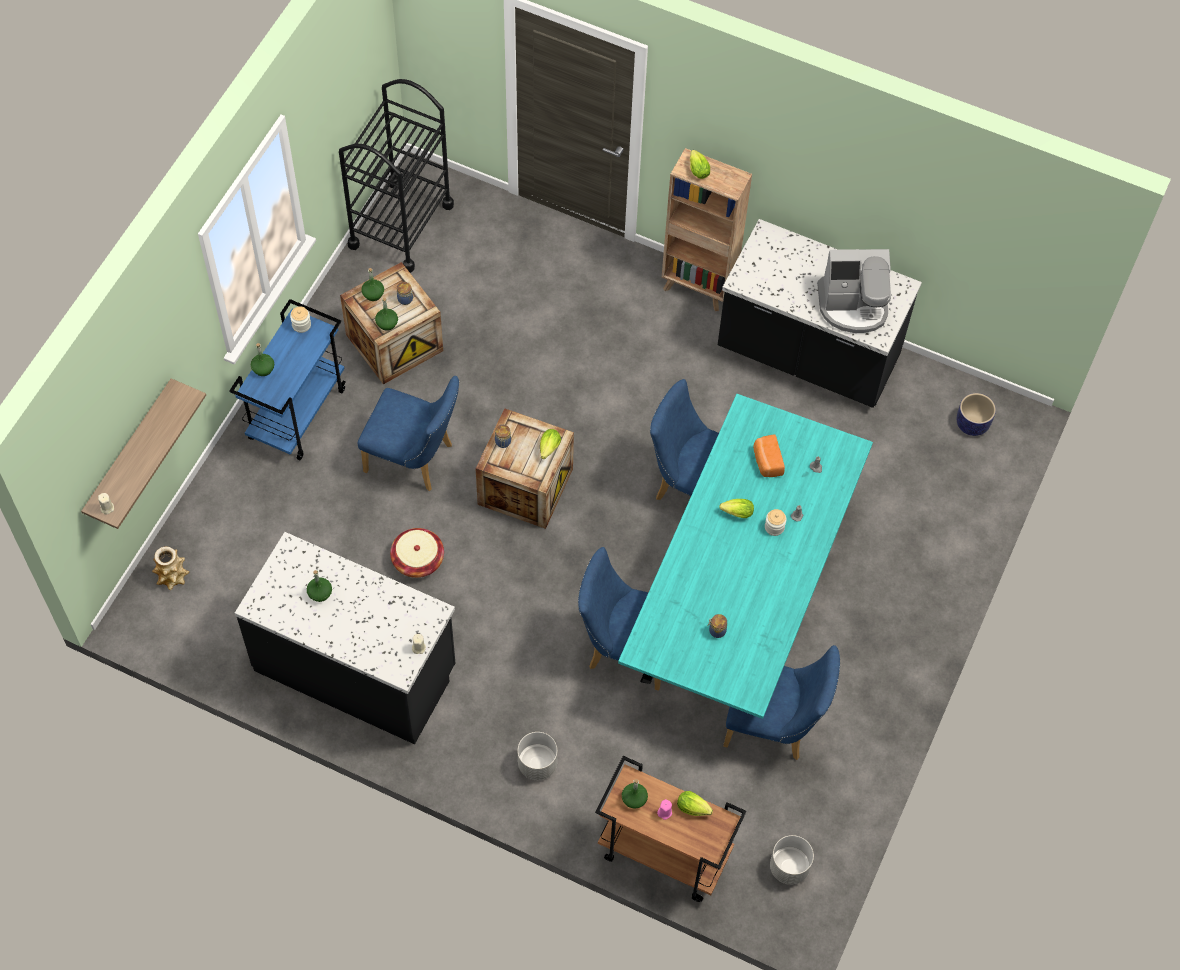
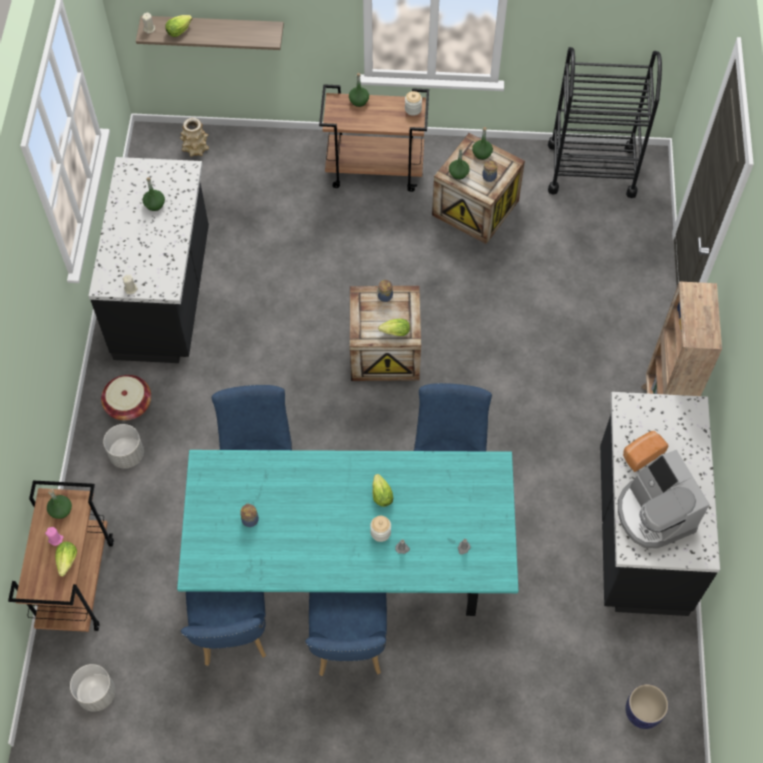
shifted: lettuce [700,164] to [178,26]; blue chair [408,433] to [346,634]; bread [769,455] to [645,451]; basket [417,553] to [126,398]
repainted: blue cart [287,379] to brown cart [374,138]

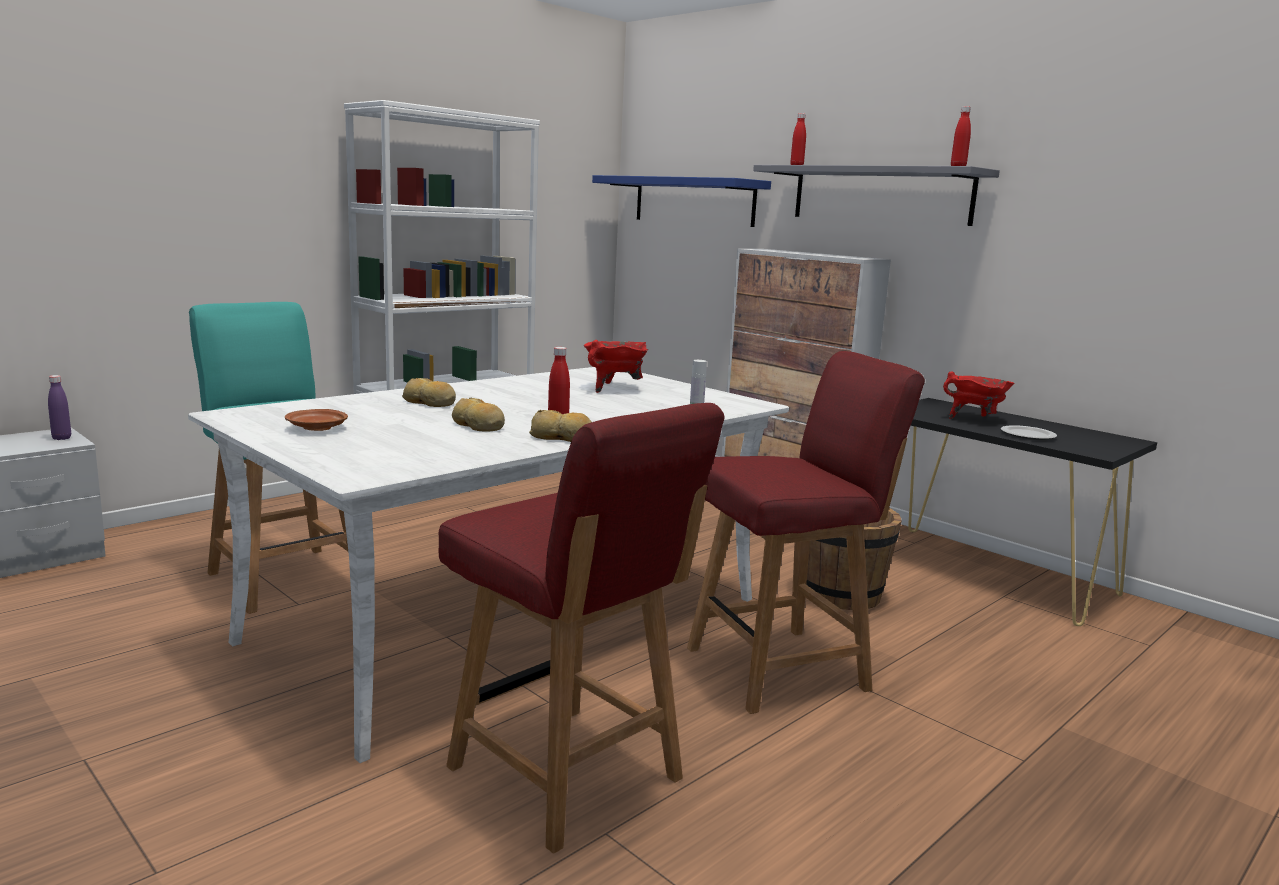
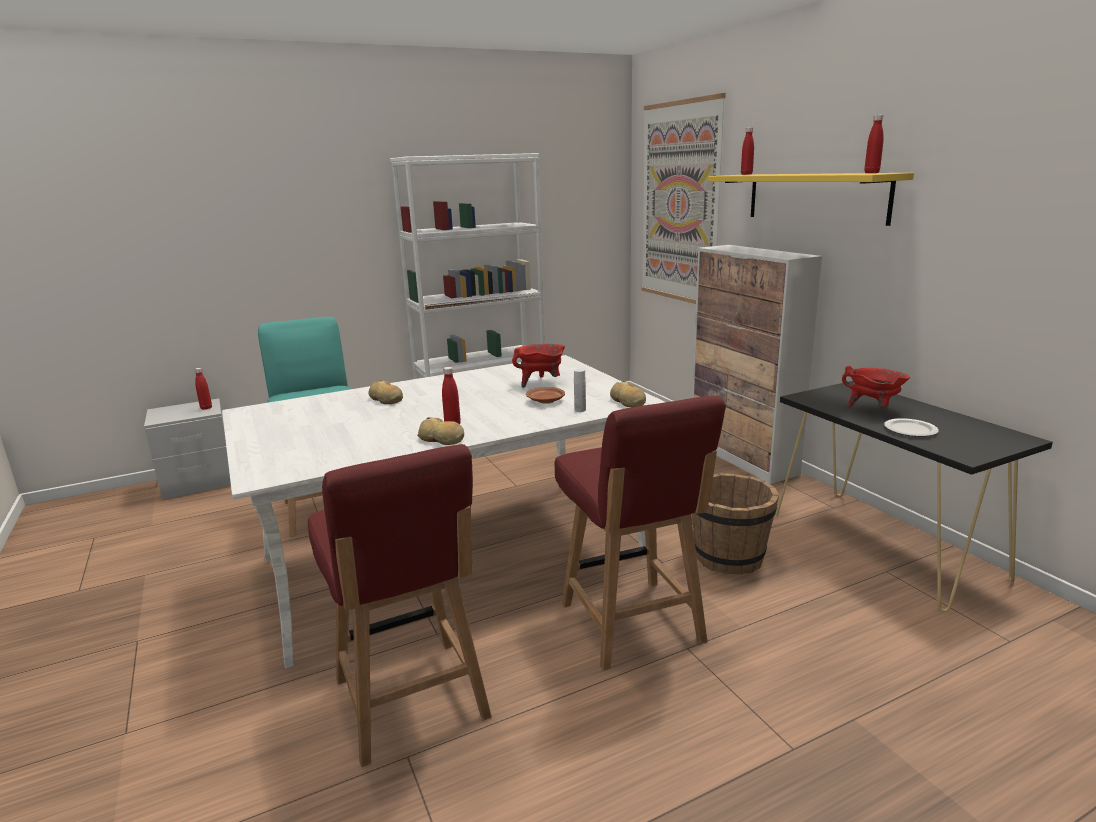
shifted: bread [478,414] to [628,394]; brown plate [316,420] to [545,395]
swapped: blue shelf [681,201] to picture [683,198]
repainted: grey shelf [876,195] to yellow shelf [811,199]; purple bottle [59,407] to red bottle [203,389]
rotated: red chair [806,532] = [640,533] 75 degrees clockwise

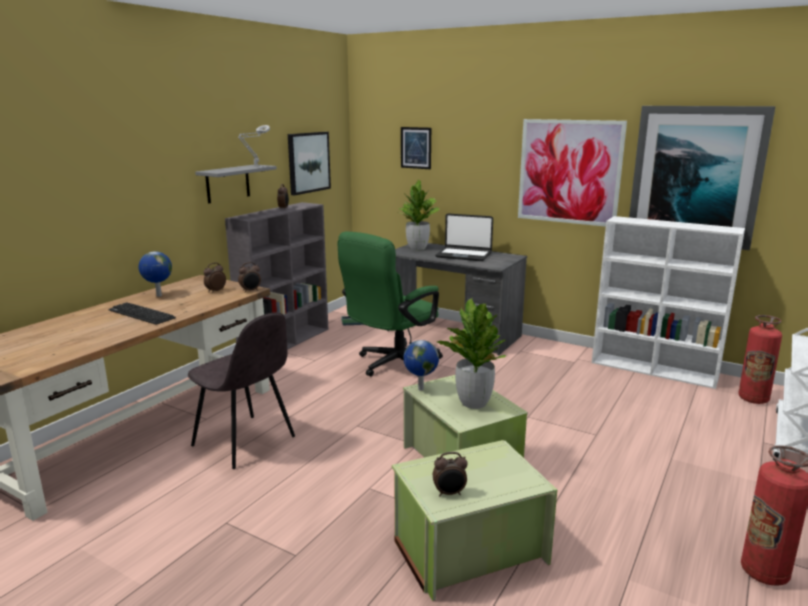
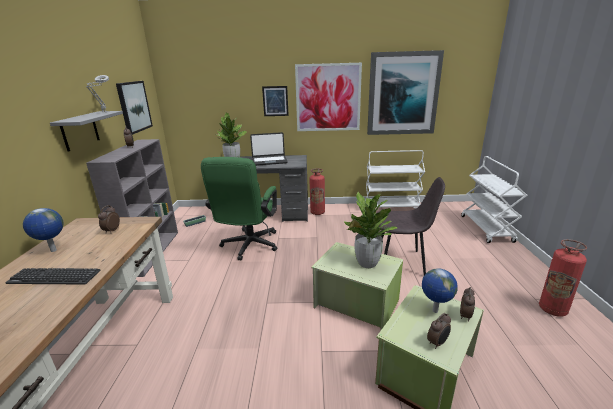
shifted: picture [416,148] to [275,101]; alarm clock [249,277] to [467,304]; grey chair [241,390] to [411,226]; fire extinguisher [760,359] to [317,191]; globe [421,365] to [440,290]
swapped: white bookcase [668,302] to white cart [395,179]

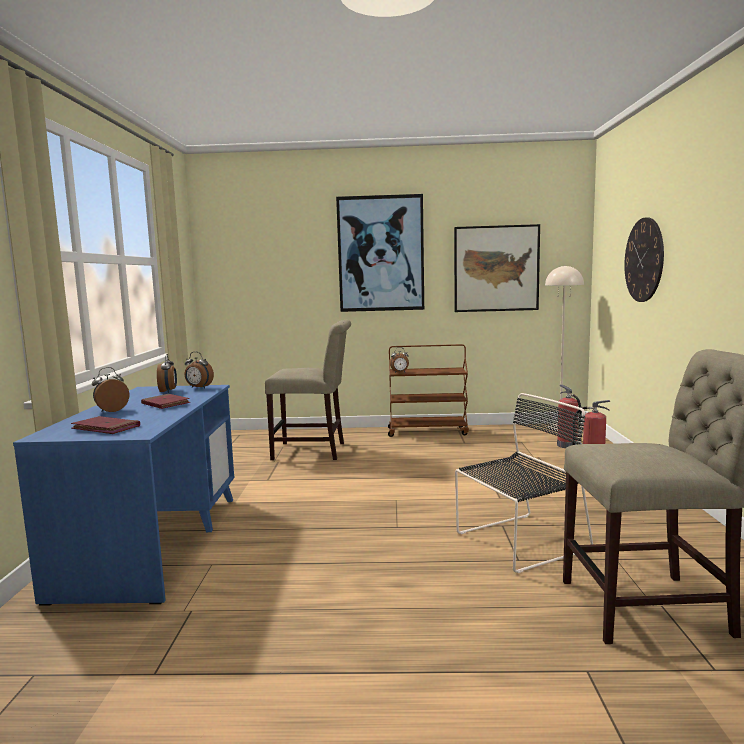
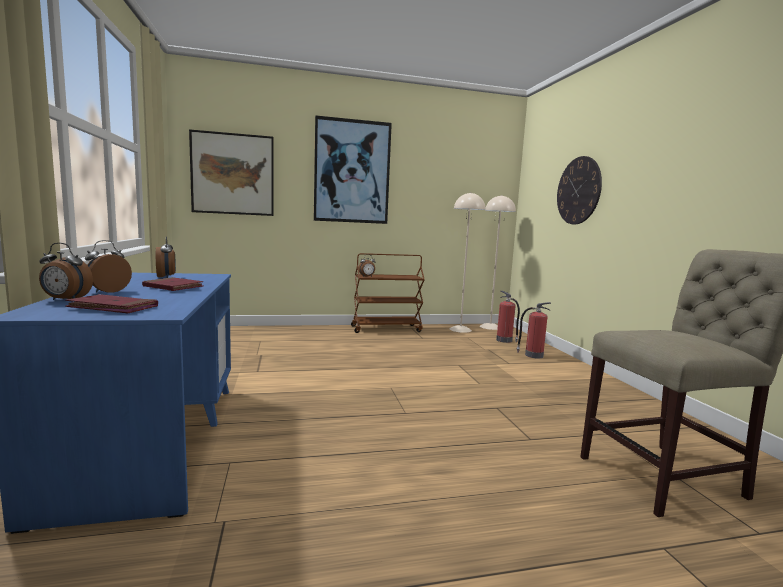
gone: beige chair [308,390]; black chair [524,483]
new: beige floor lamp [467,262]
shifted: picture [497,268] to [231,172]; alarm clock [199,370] to [66,271]

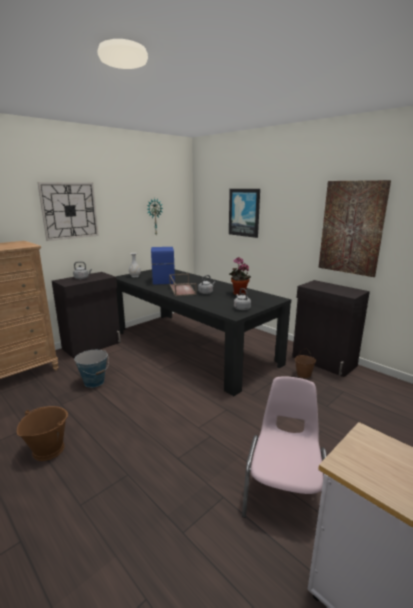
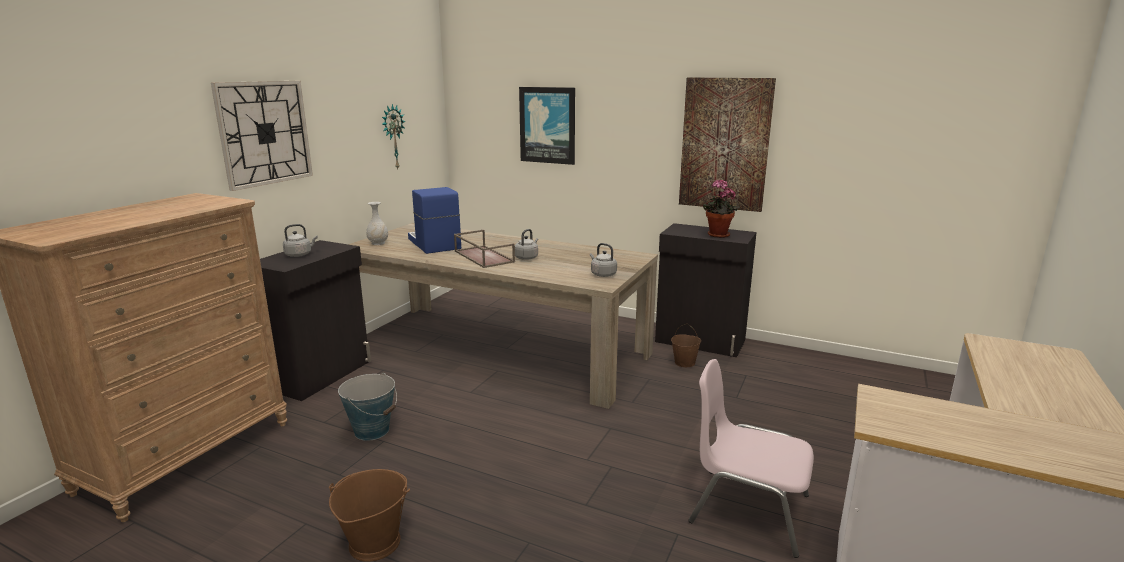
shifted: potted plant [240,276] to [721,208]
repainted: black dining table [203,332] to beige dining table [503,316]
rotated: pink chair [284,447] = [751,458] 60 degrees counterclockwise

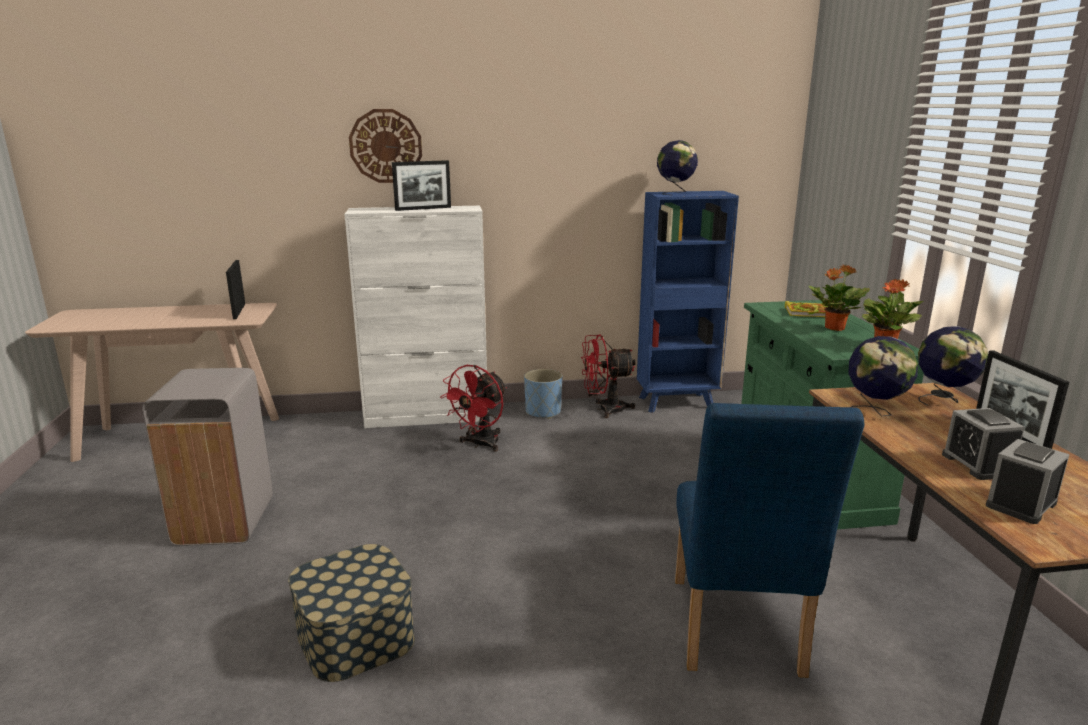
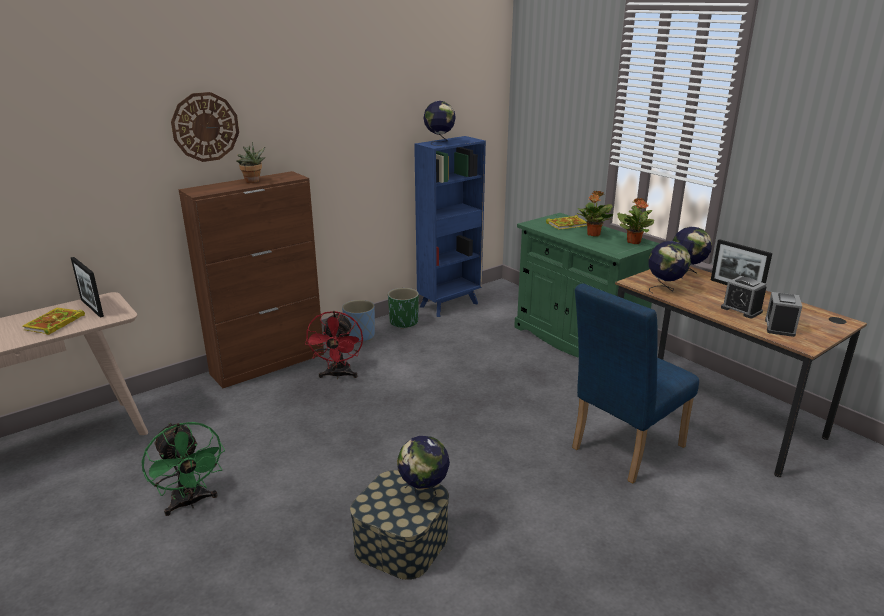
new: book [53,321]; globe [423,468]
swapped: picture frame [421,185] to potted plant [251,162]; red fan [608,376] to green planter [403,308]; grey trash can [207,457] to green fan [183,469]
repainted: white cabinet [415,317] to brown cabinet [251,279]
rotated: blue chair [770,540] = [635,383] 75 degrees clockwise

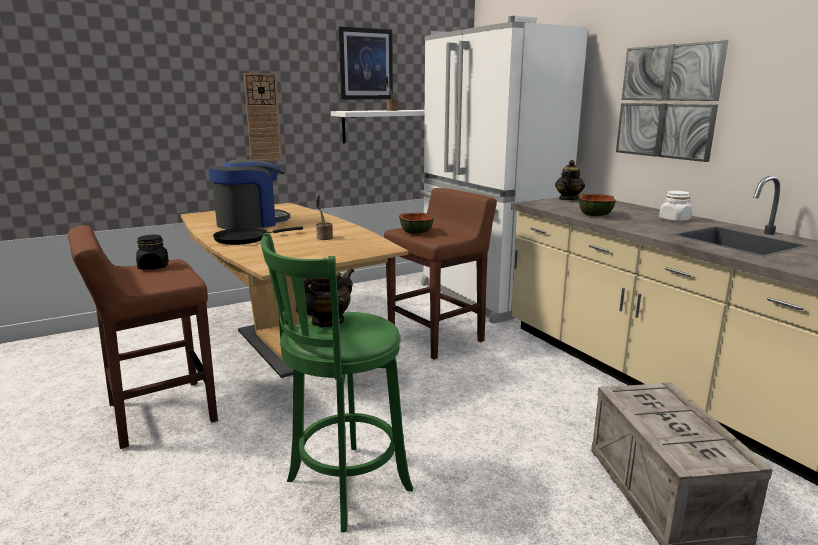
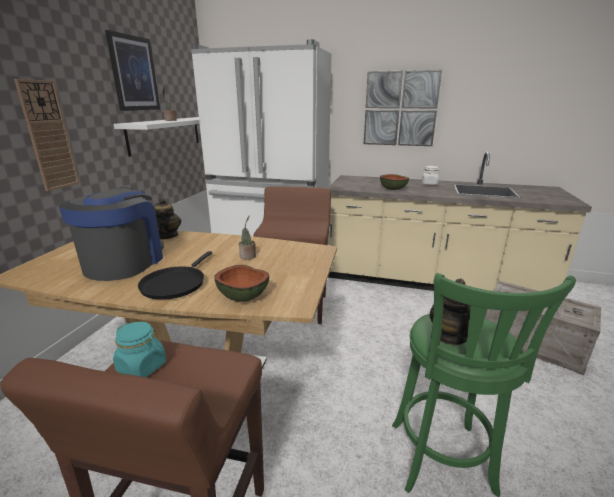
shifted: teapot [570,180] to [168,218]; bowl [416,223] to [241,283]
repainted: black jar [152,252] to turquoise jar [139,349]

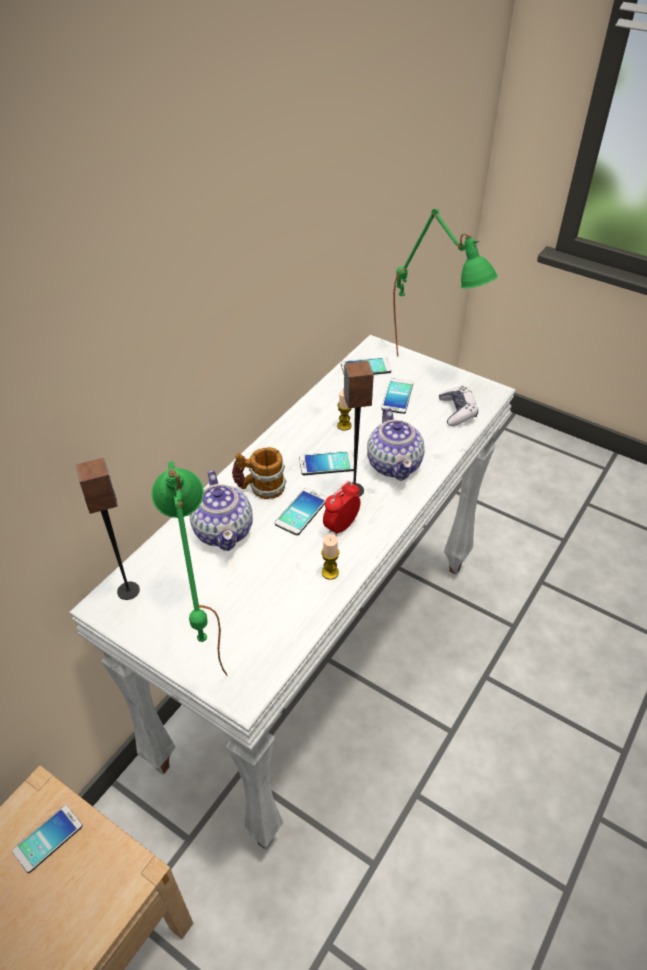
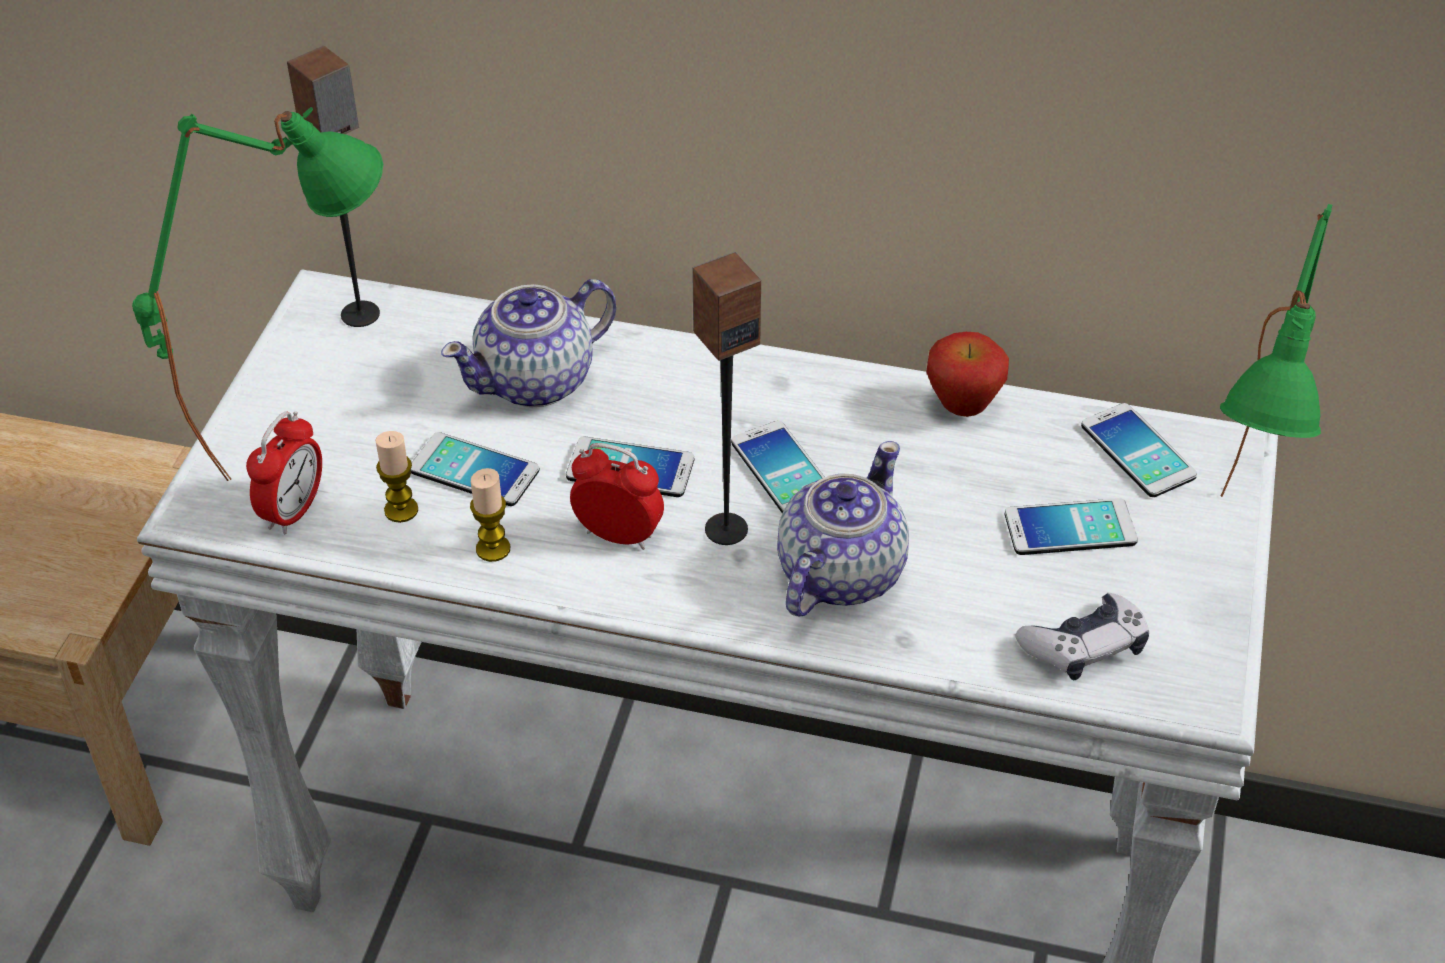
gone: mug [259,473]
new: apple [967,374]; alarm clock [284,472]
shifted: candle [344,410] to [396,477]; phone [47,839] to [475,469]
rotated: teapot [396,444] = [843,528] 150 degrees clockwise

